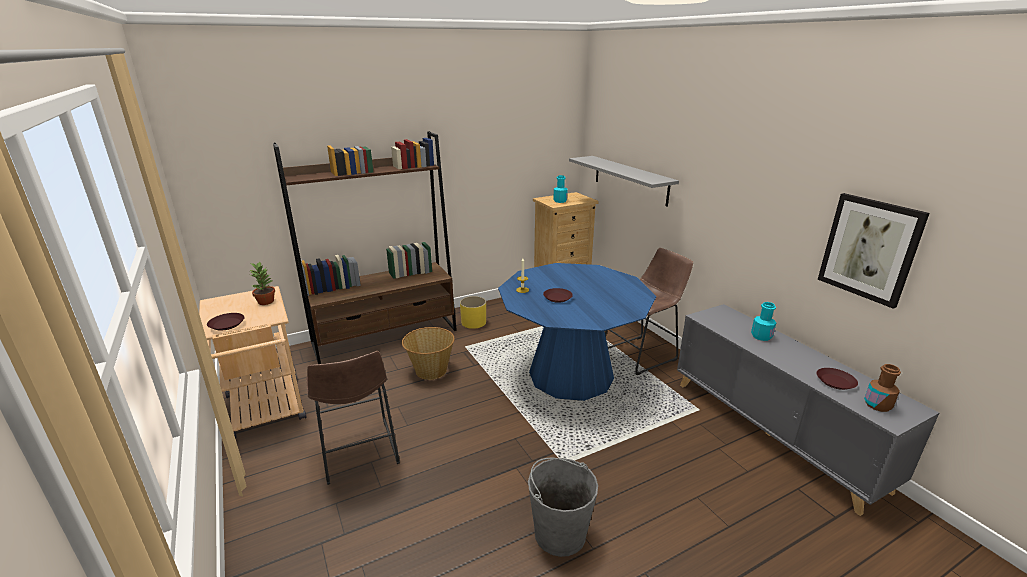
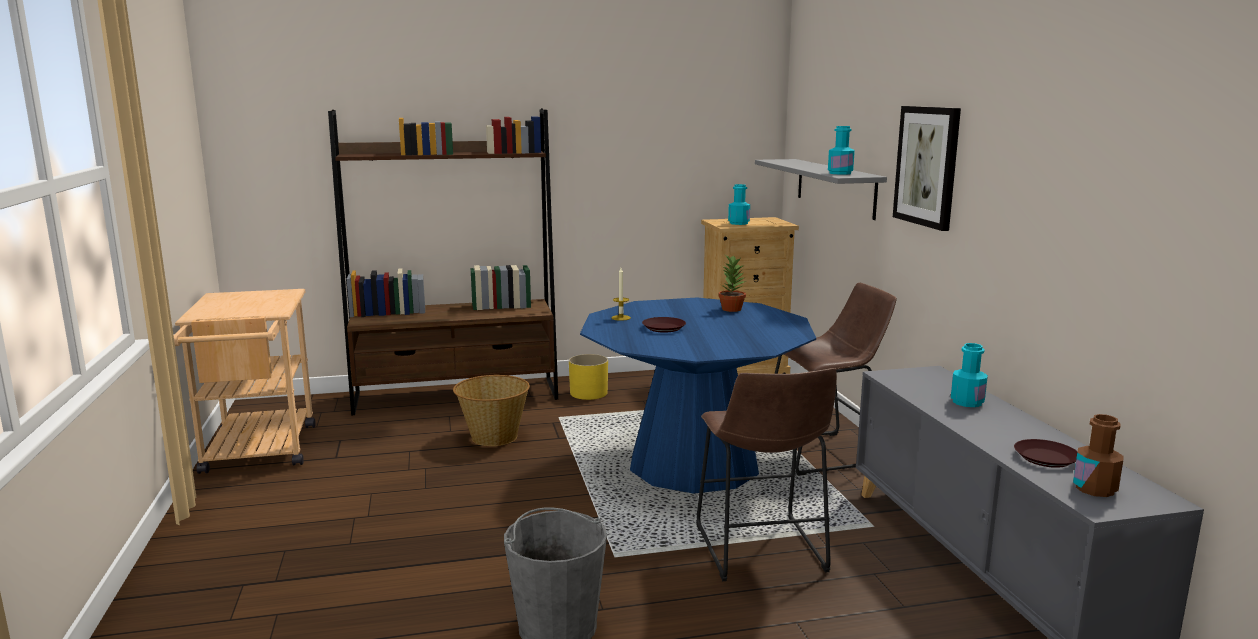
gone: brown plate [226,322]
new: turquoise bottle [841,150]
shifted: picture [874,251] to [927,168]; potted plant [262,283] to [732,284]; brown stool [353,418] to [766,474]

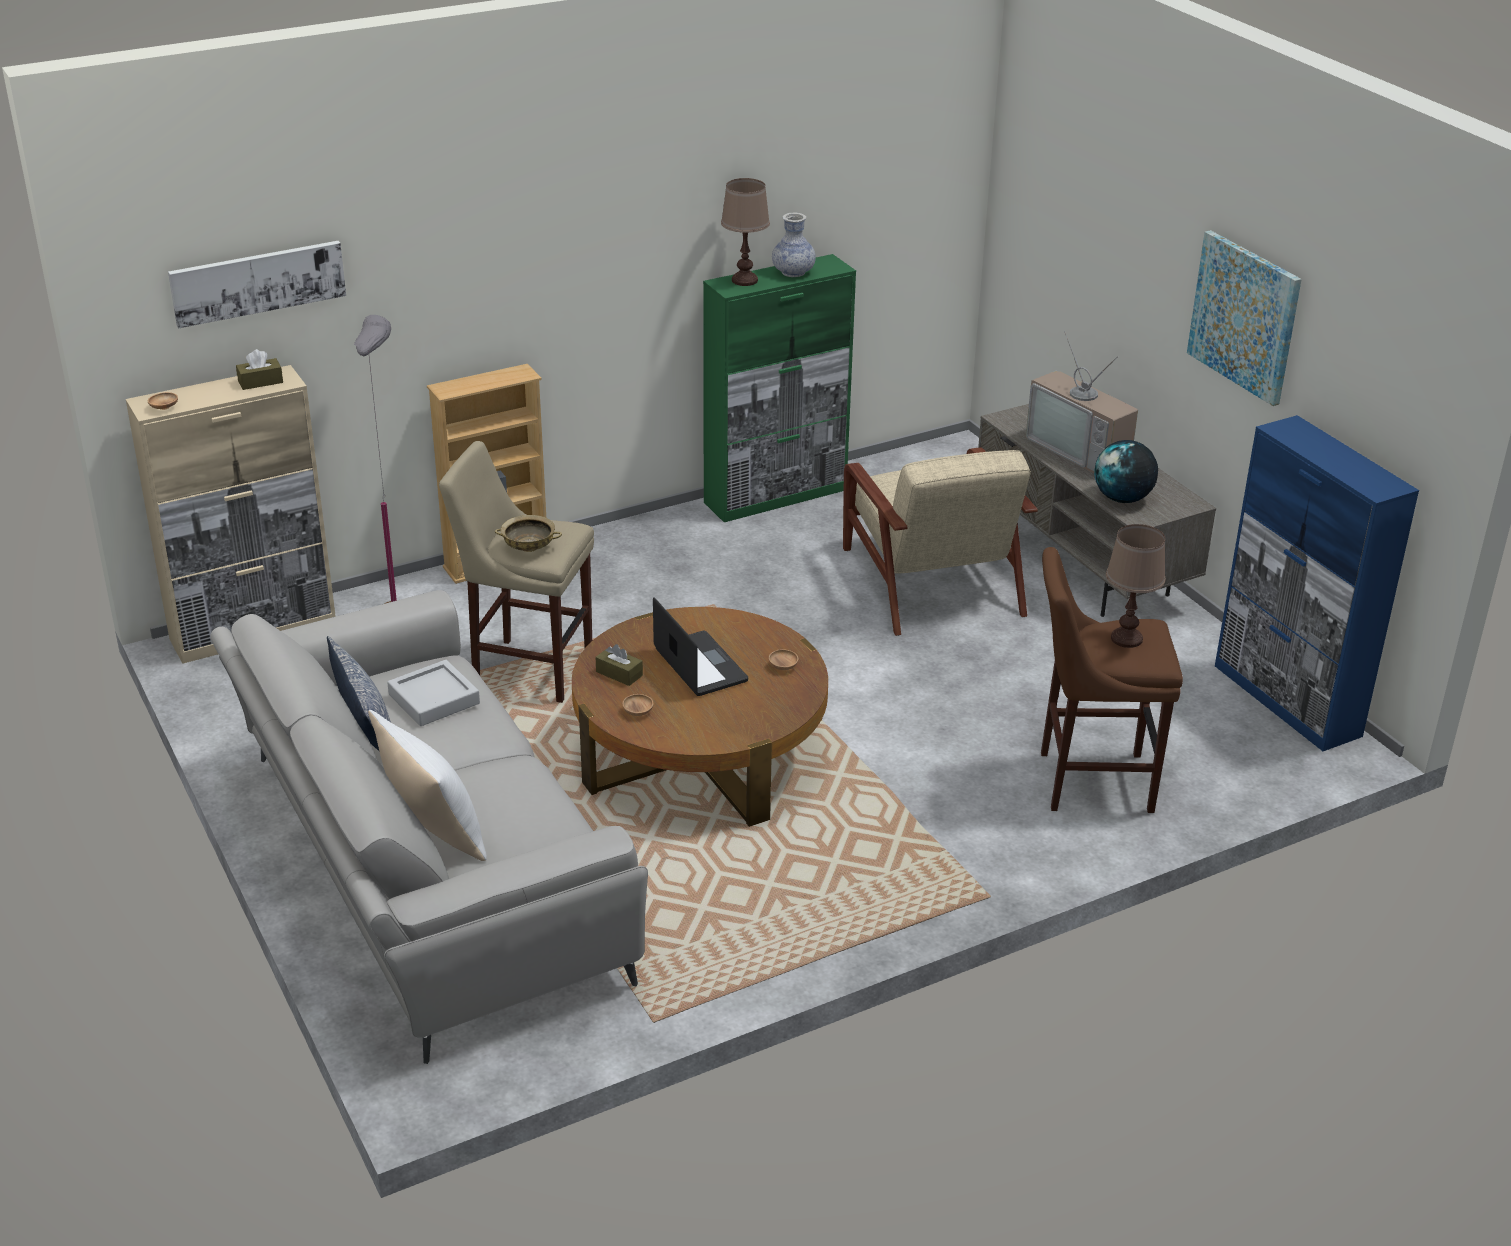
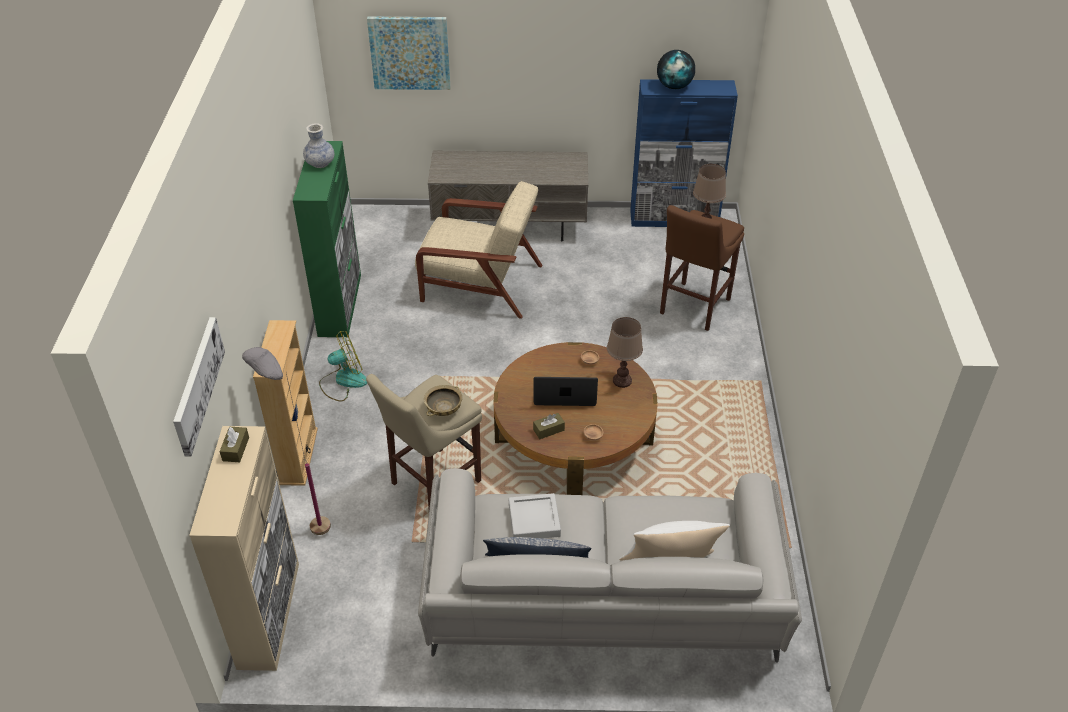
gone: television [1082,402]; brown bowl [163,401]
new: fan [343,366]
shifted: brown table lamp [745,232] to [625,352]; picture [1244,318] to [408,53]; globe [1126,471] to [676,69]

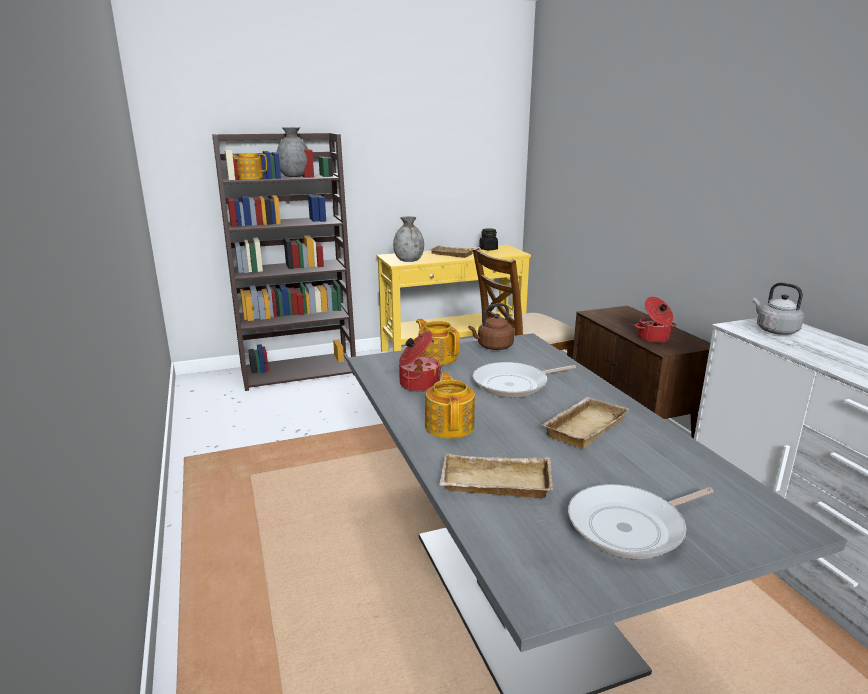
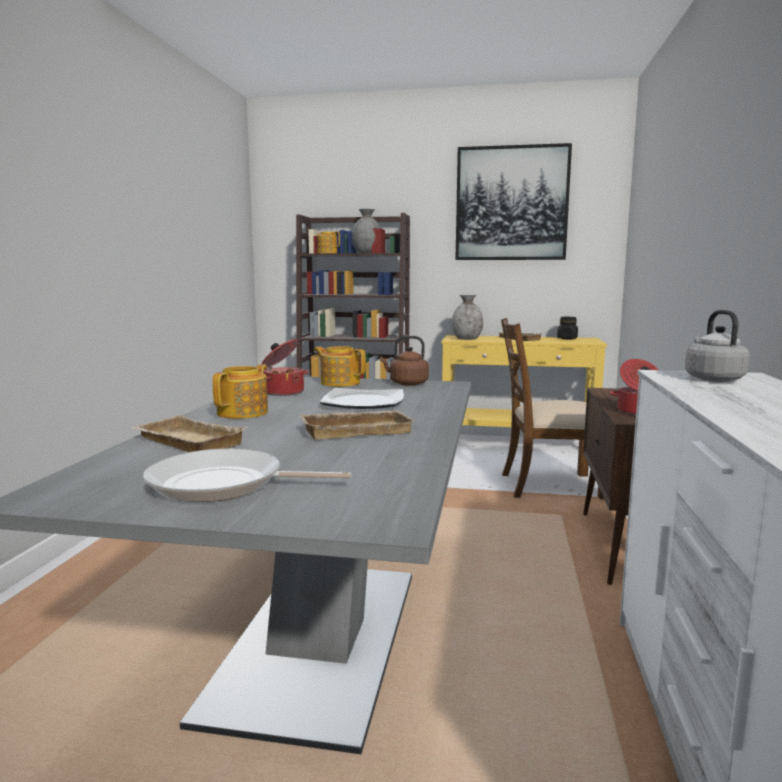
new: picture [513,201]
swapped: frying pan [524,380] to plate [362,398]
rotated: teapot [438,342] = [340,366] 45 degrees counterclockwise

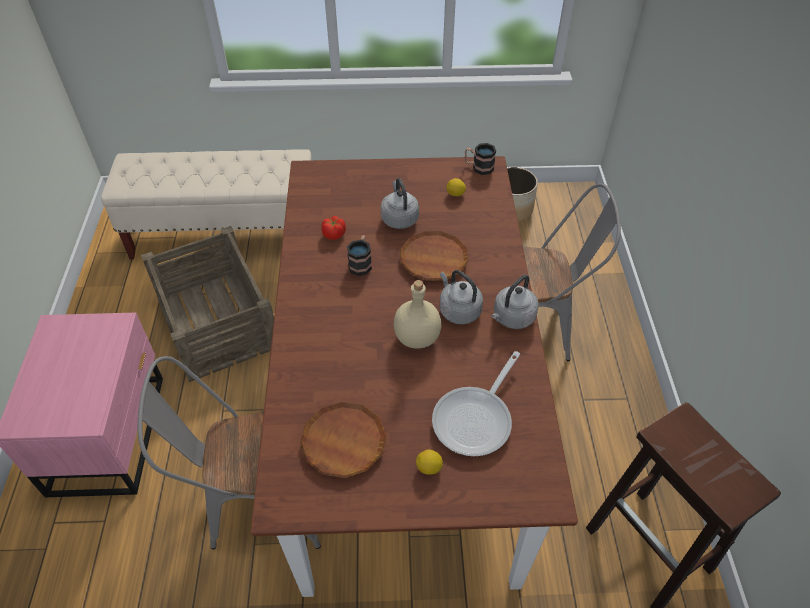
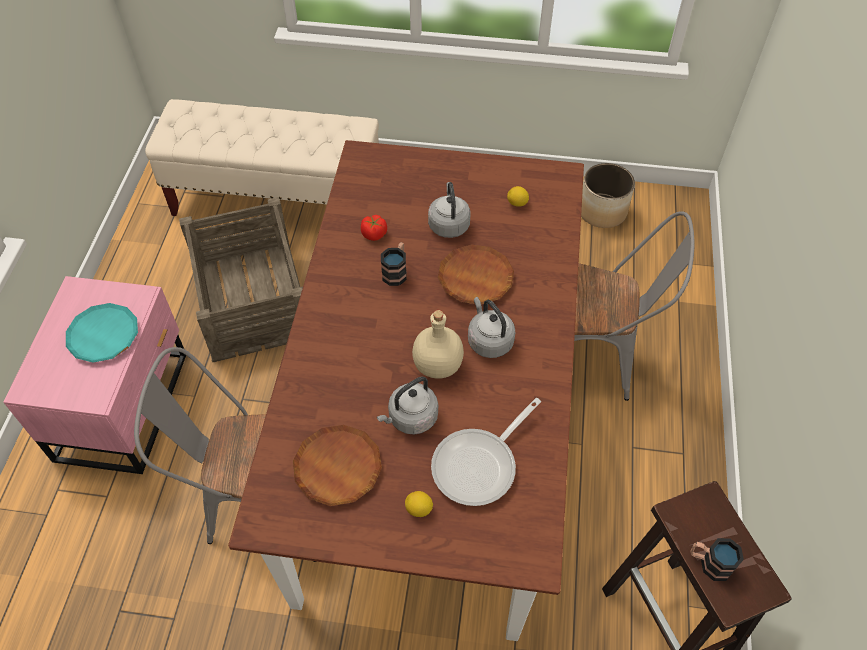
new: turquoise plate [102,333]
shifted: mug [480,159] to [717,559]; grey kettle [515,301] to [407,406]

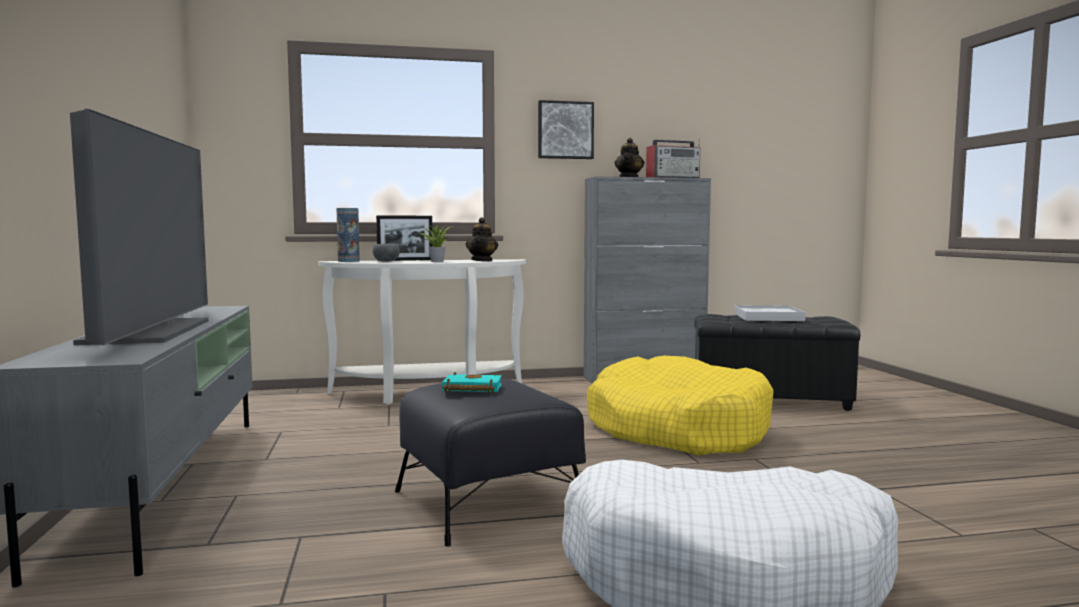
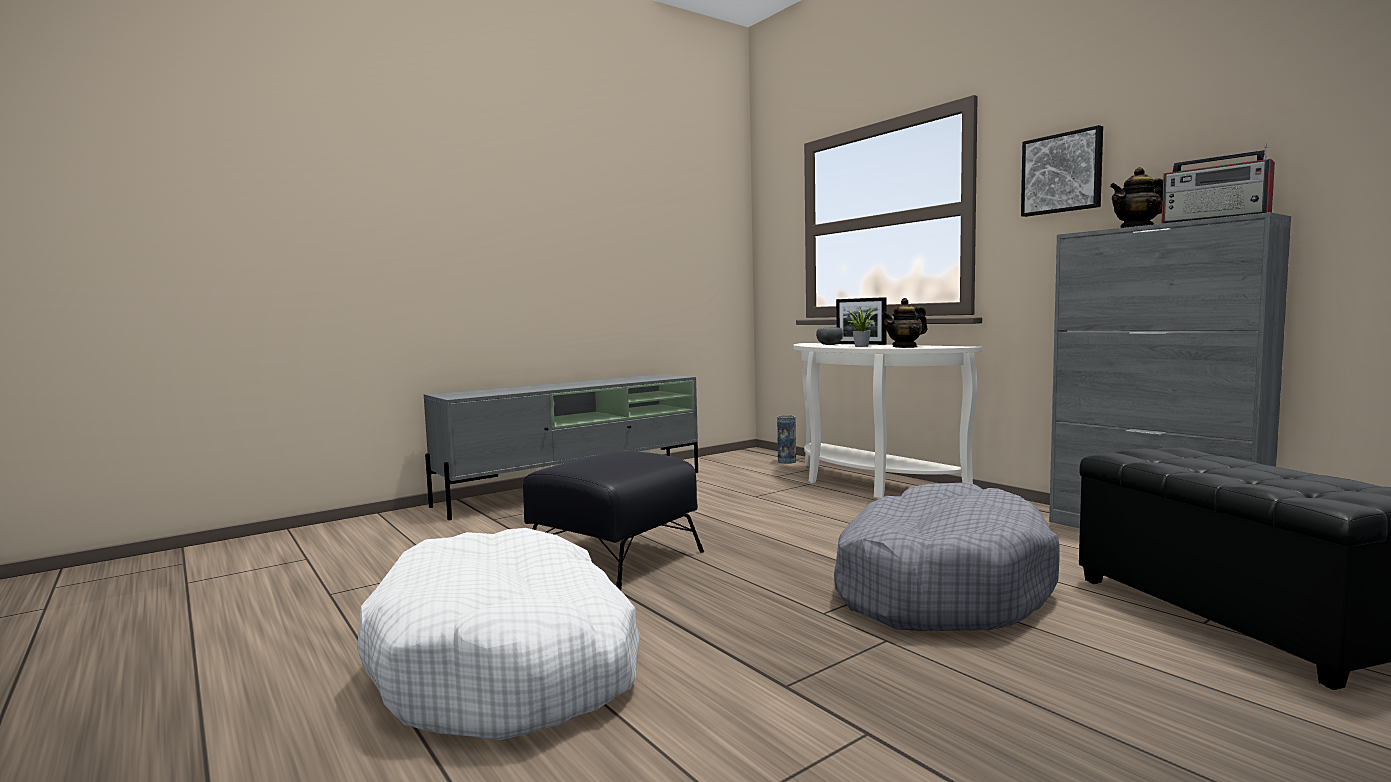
gone: television [139,227]; white tray [770,313]; turquoise book [472,383]
shifted: vase [348,235] to [786,439]
repainted: yellow dog bed [680,406] to grey dog bed [947,556]

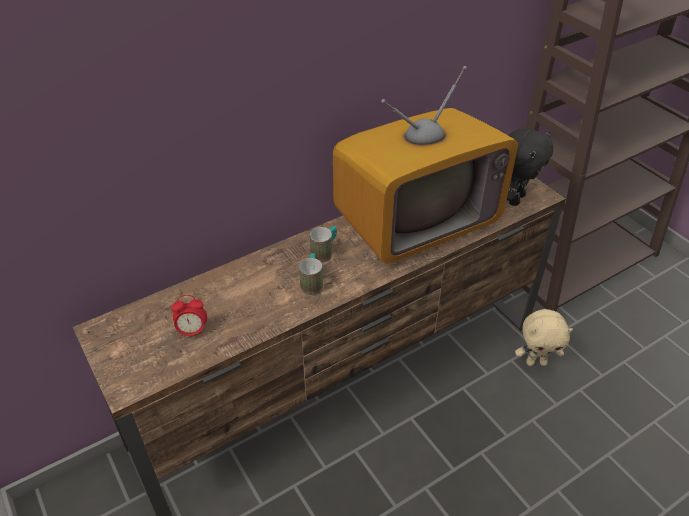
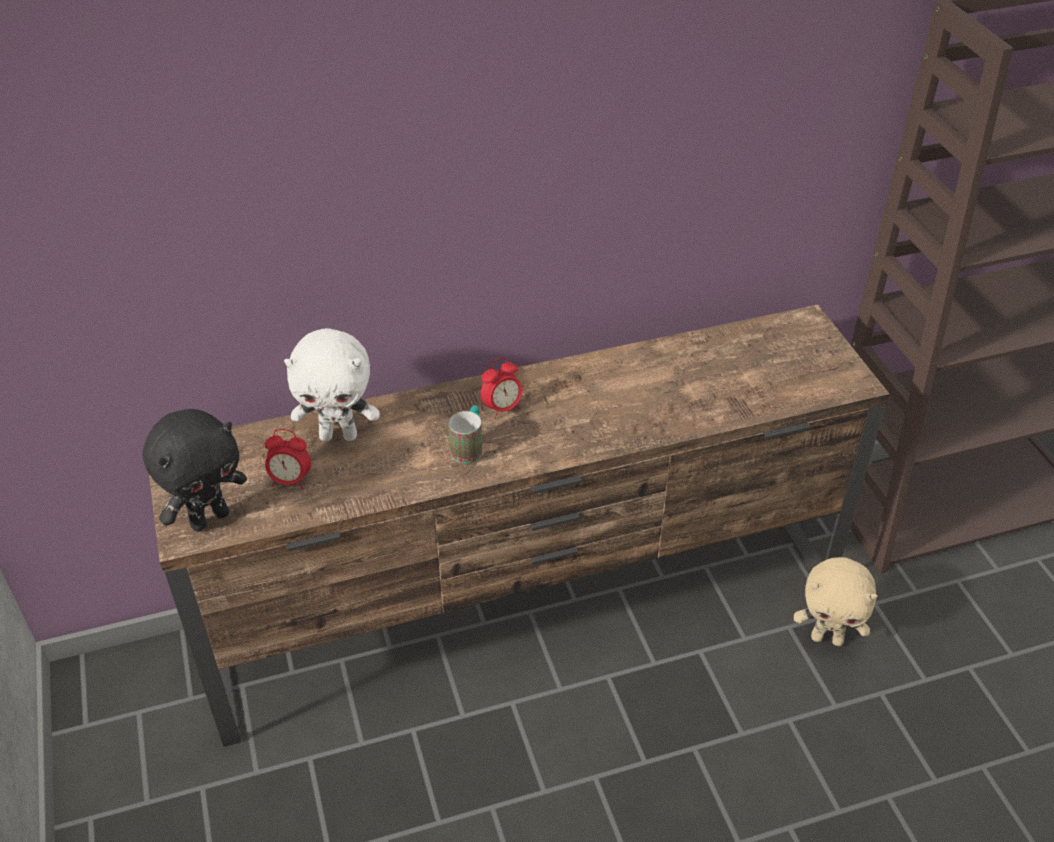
gone: television [425,165]
new: white plush toy [332,384]
shifted: black plush toy [530,167] to [194,470]
swapped: mug [323,244] to alarm clock [501,388]

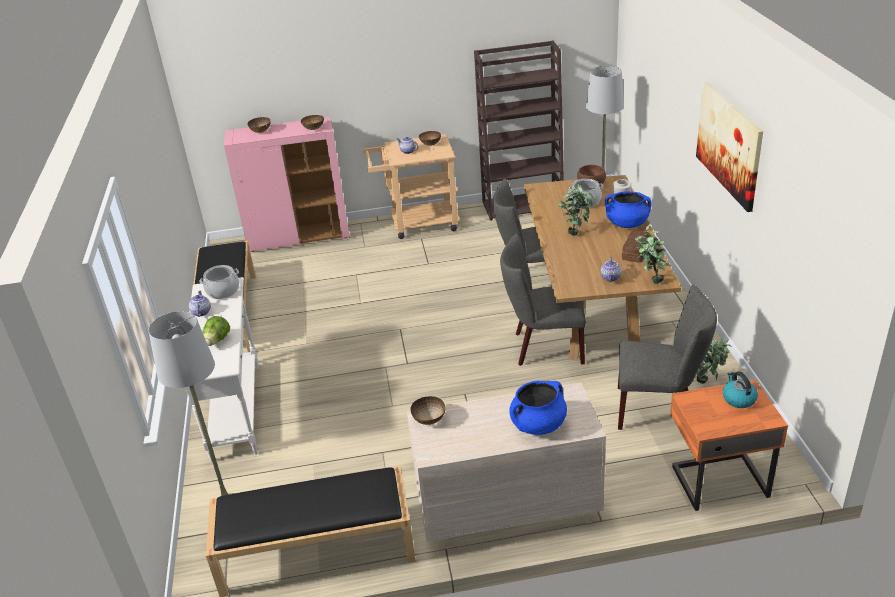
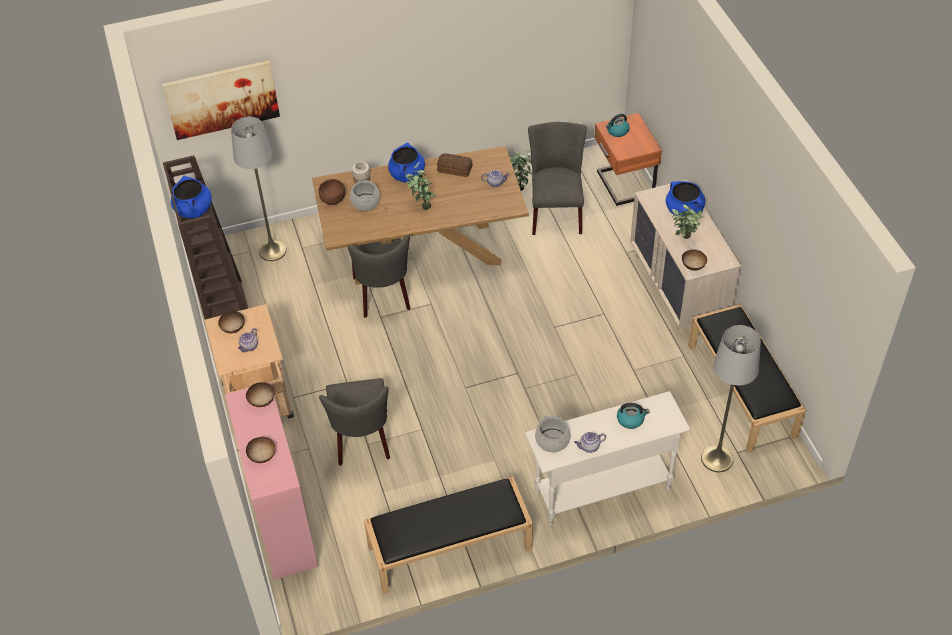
new: blue cooking pot [191,197]
shifted: picture [729,147] to [221,100]; potted plant [652,254] to [687,222]; grey chair [543,300] to [354,422]
swapped: lettuce [216,331] to kettle [633,416]

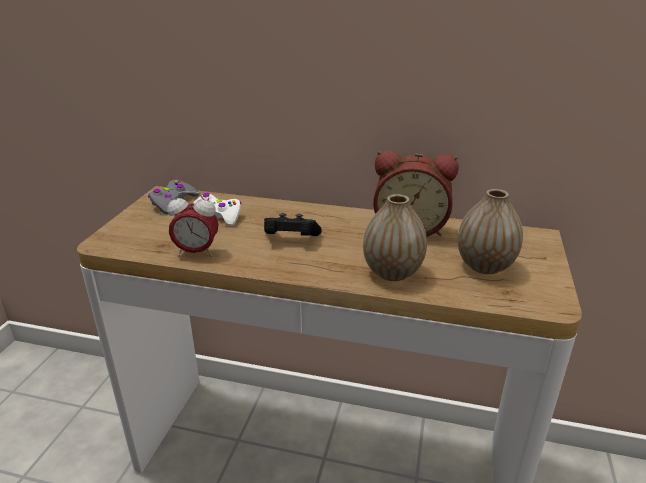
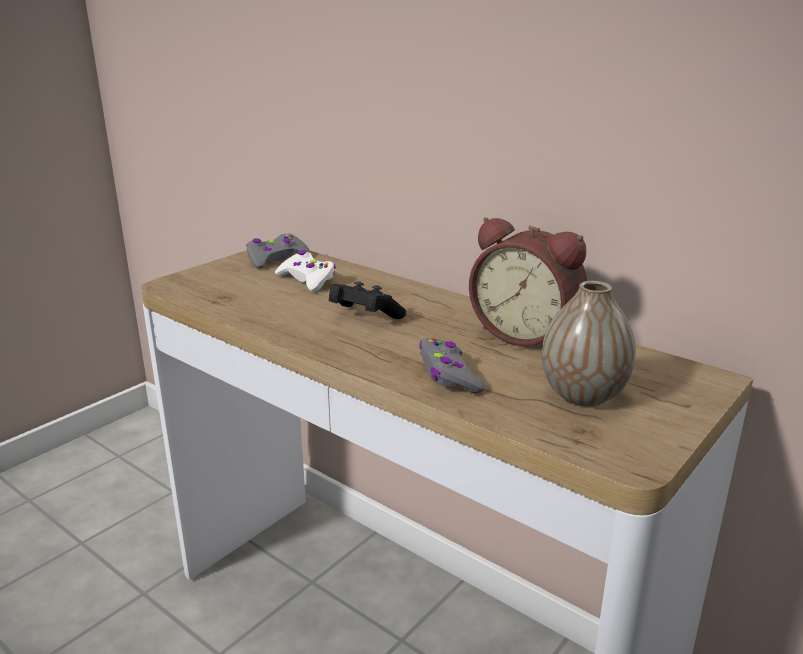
gone: alarm clock [193,224]
swapped: vase [395,237] to grey game controller [452,366]

